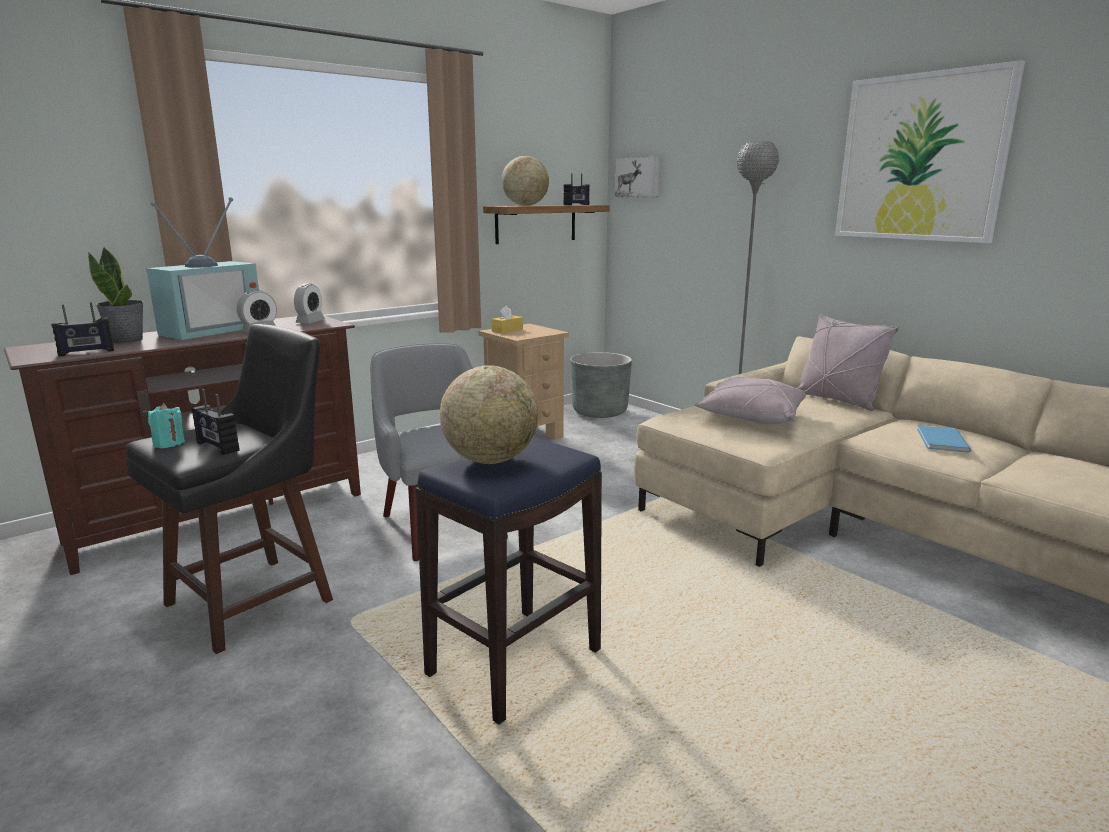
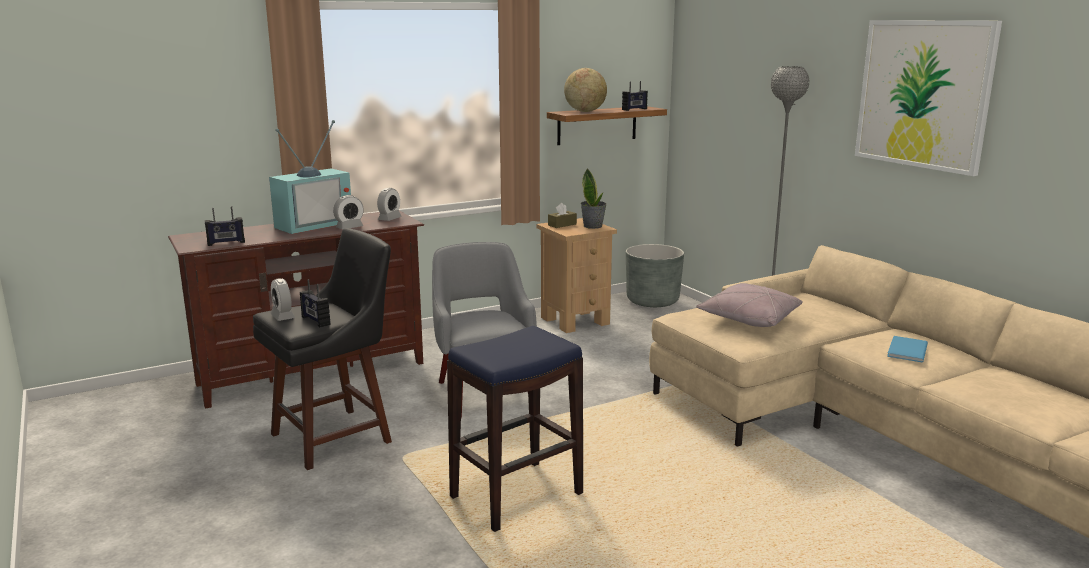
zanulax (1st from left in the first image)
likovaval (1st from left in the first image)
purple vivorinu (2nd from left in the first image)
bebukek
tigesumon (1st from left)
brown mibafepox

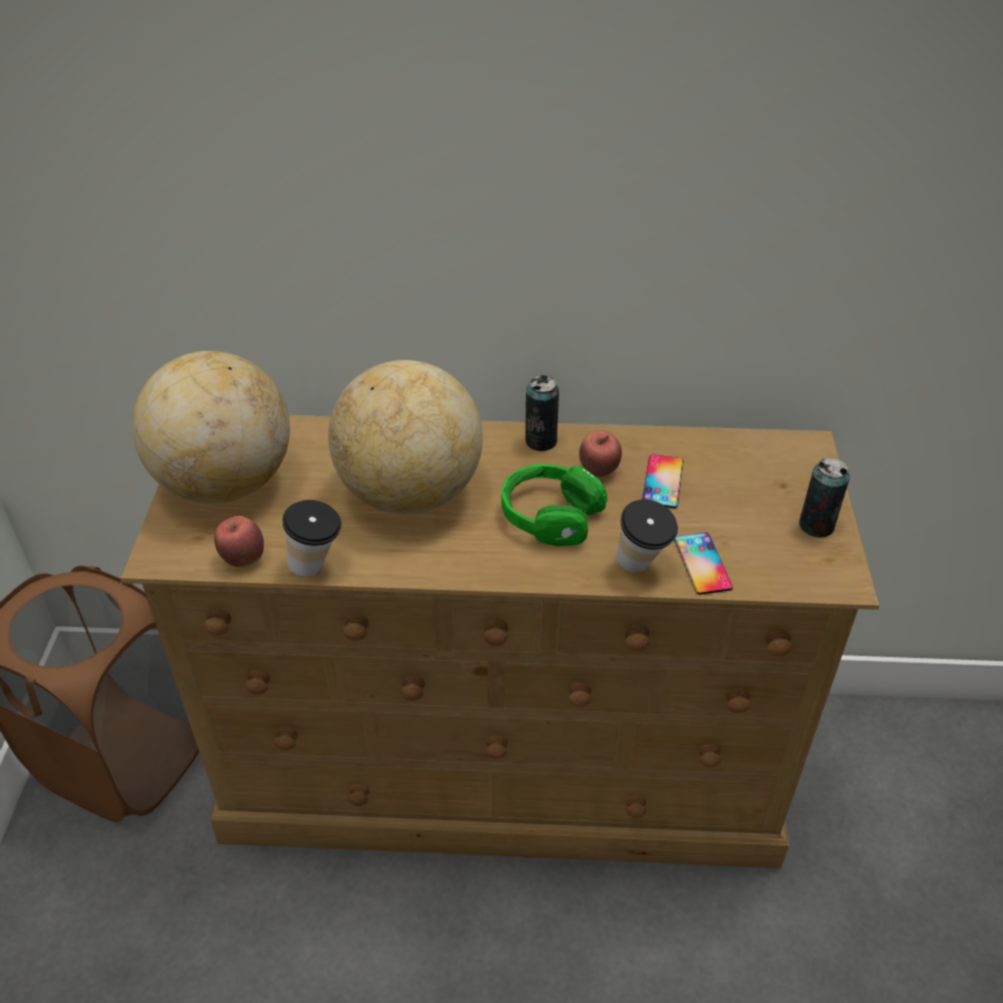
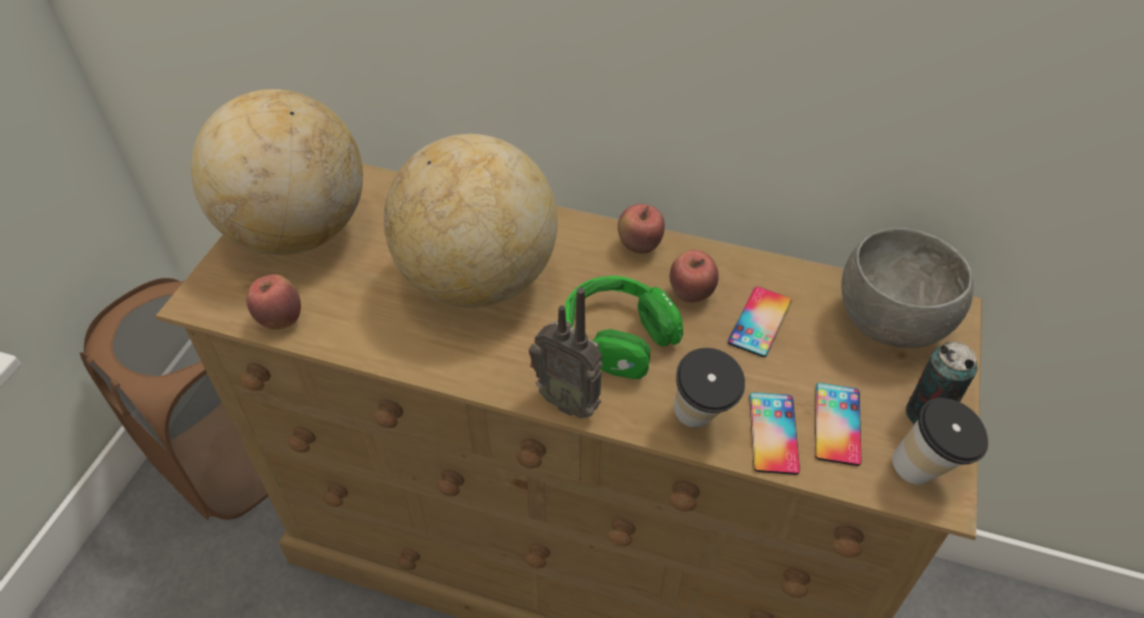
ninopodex
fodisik (3rd from left)
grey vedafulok
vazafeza (2nd from left)
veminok (2nd from left)

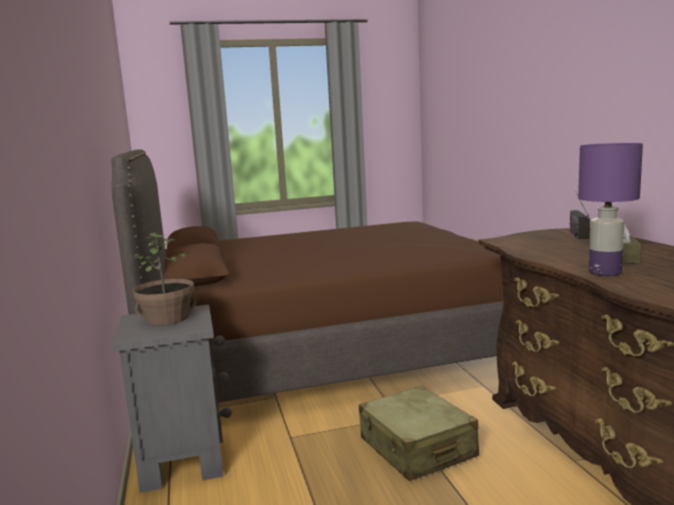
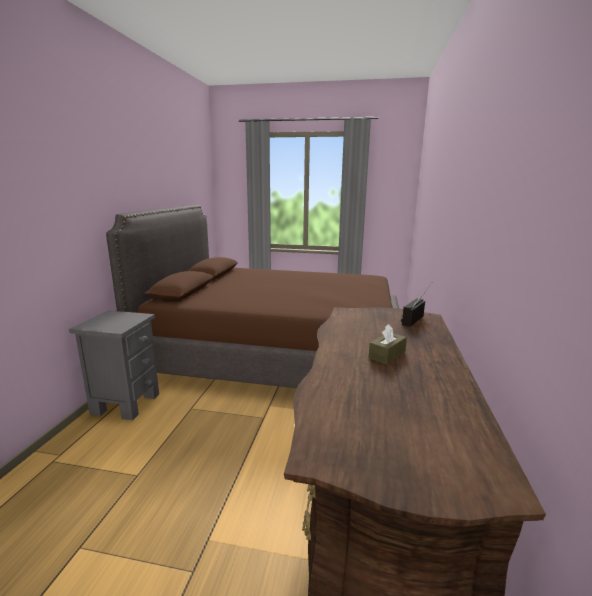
bebukek
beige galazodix
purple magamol

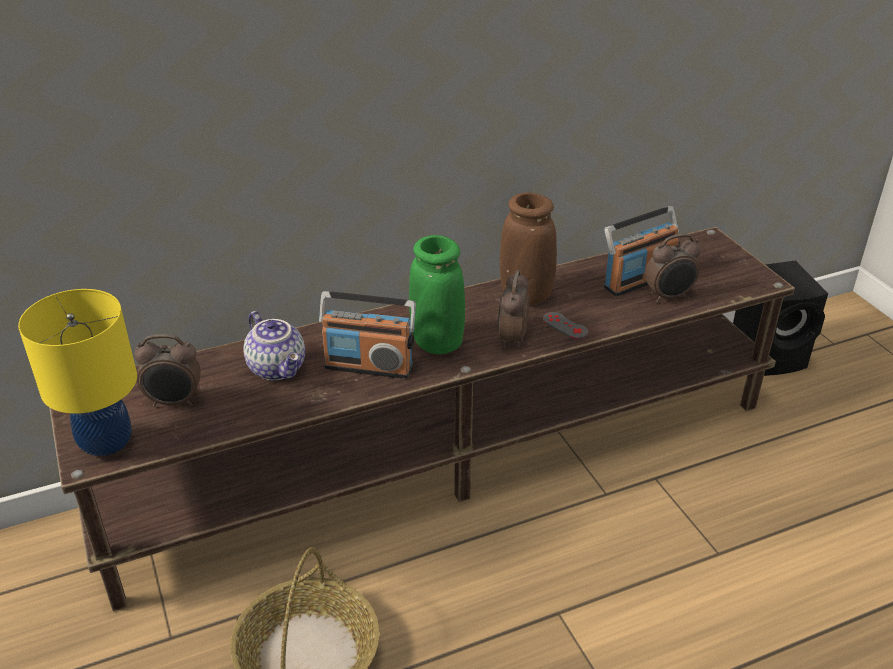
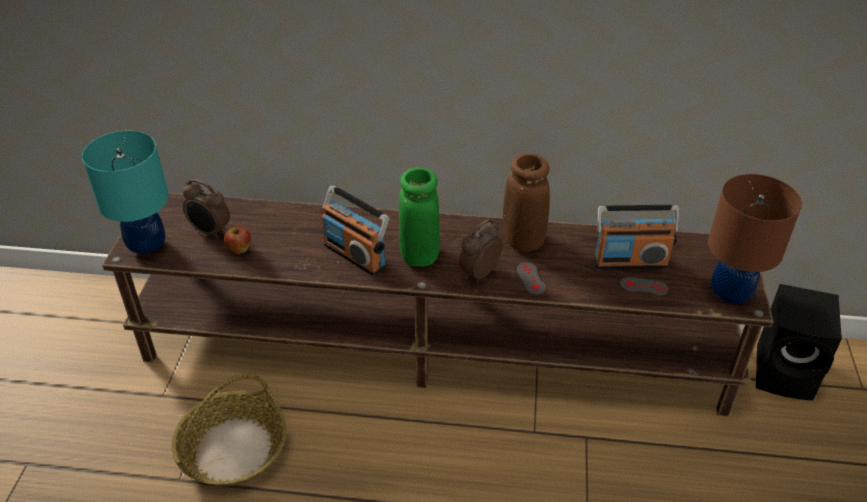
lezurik
veminok
brown magamol
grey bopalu (2nd from left)
turquoise magamol

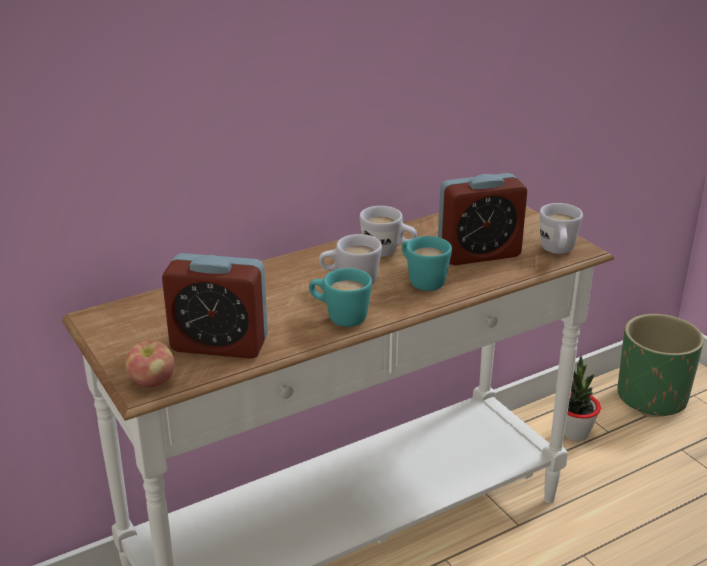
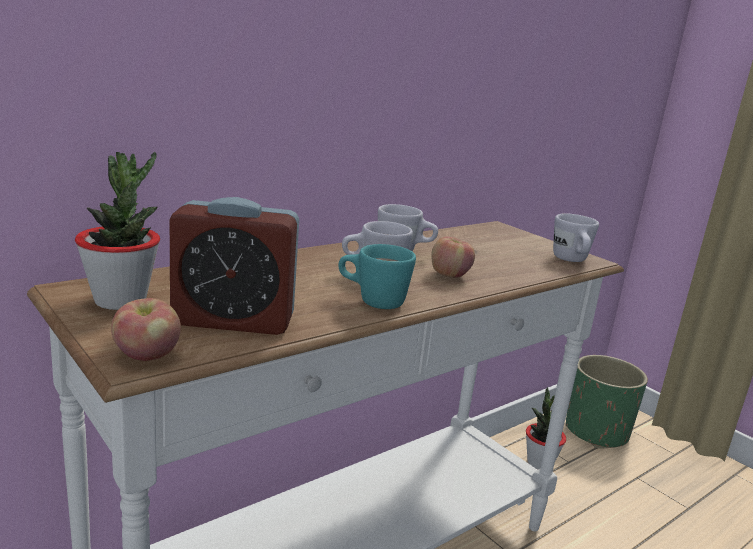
tigesumon (2nd from left in the first image)
bebukek (1st from left)
veminok (2nd from left)

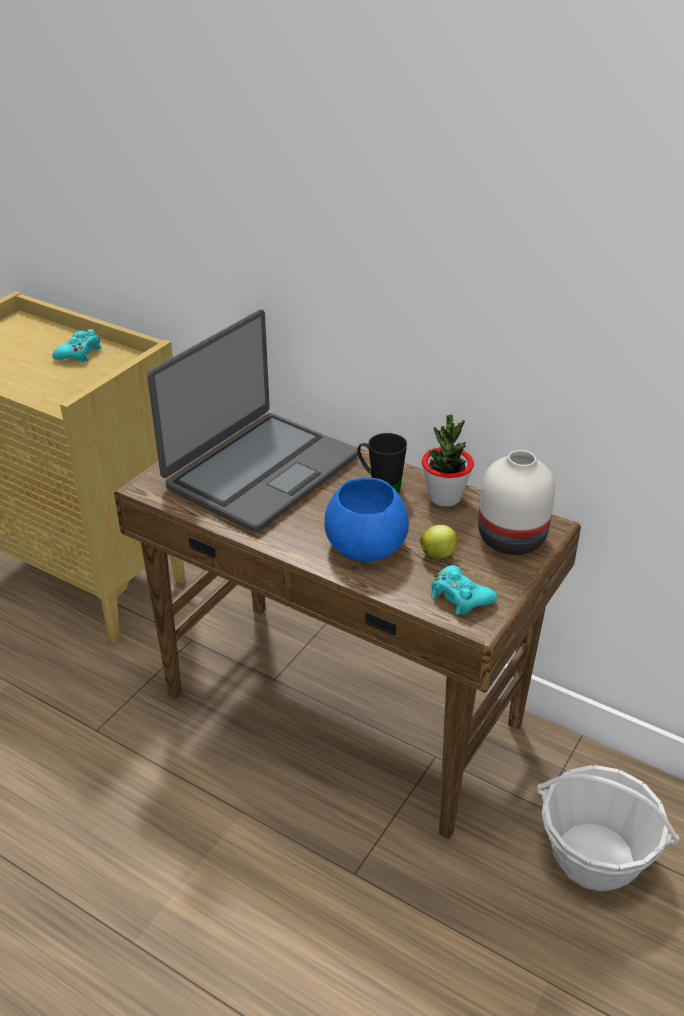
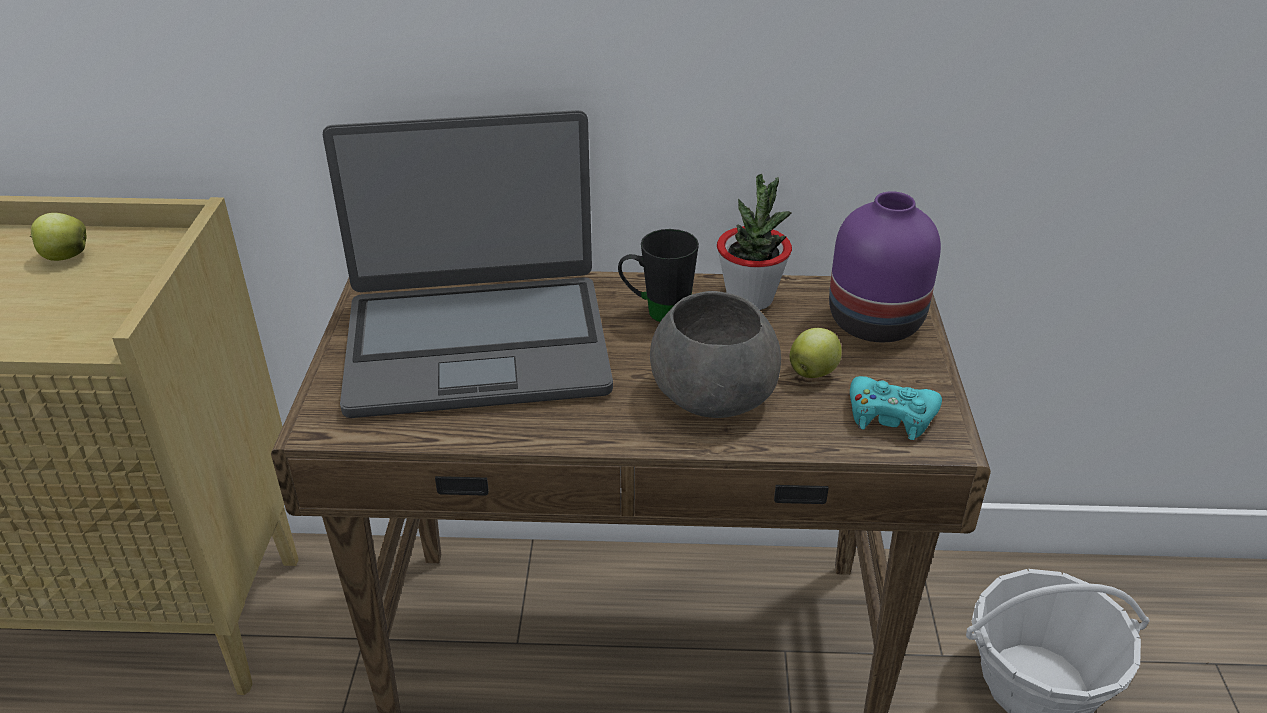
veminok (1st from left)
grey vedafulok
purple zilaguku
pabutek

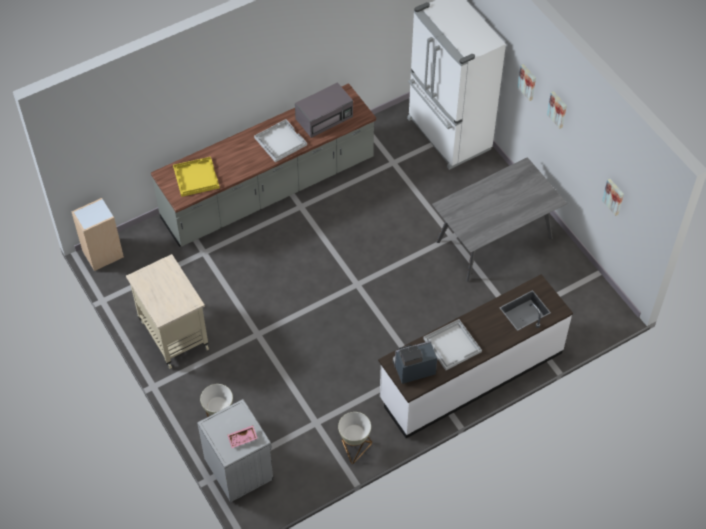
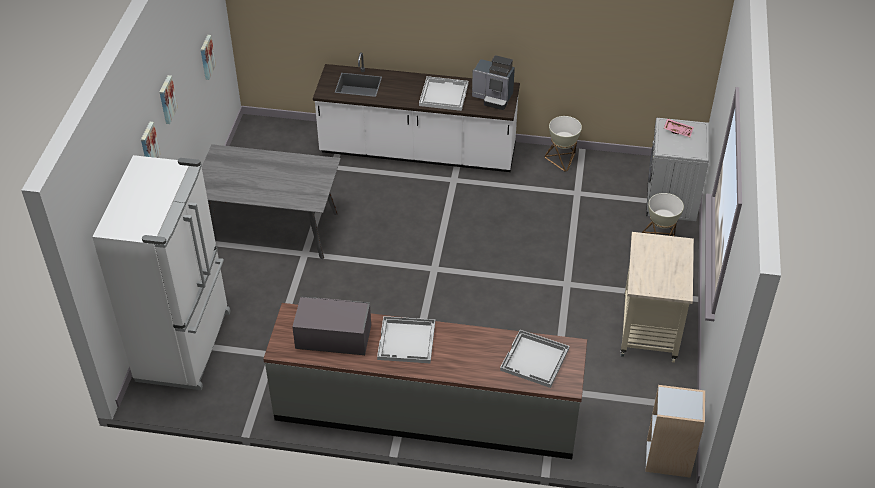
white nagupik (3rd from left)

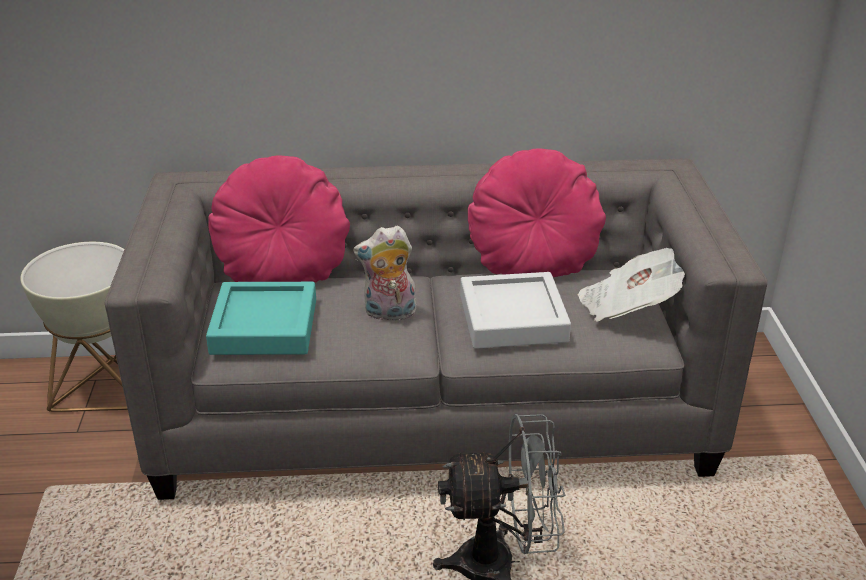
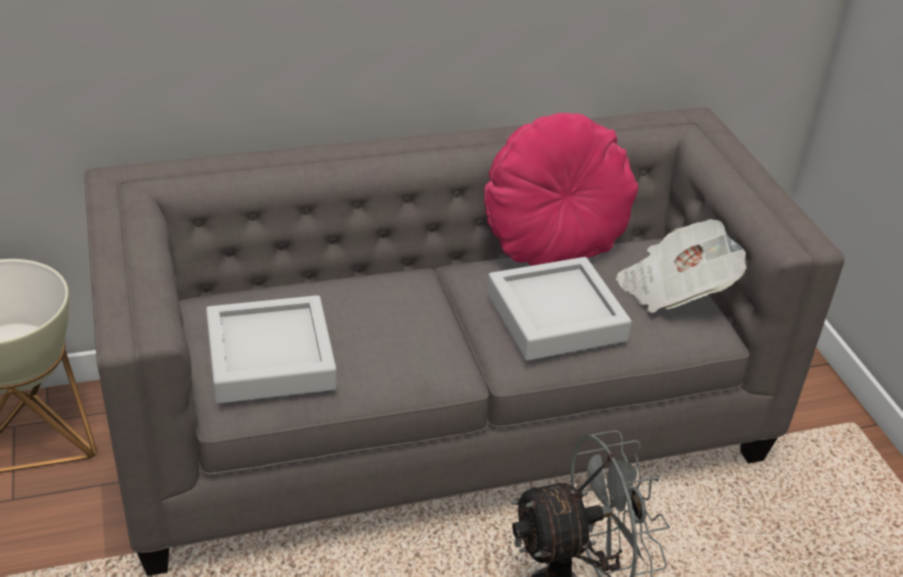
pink vivorinu (1st from left in the first image)
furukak
grey nagupik (1st from left)

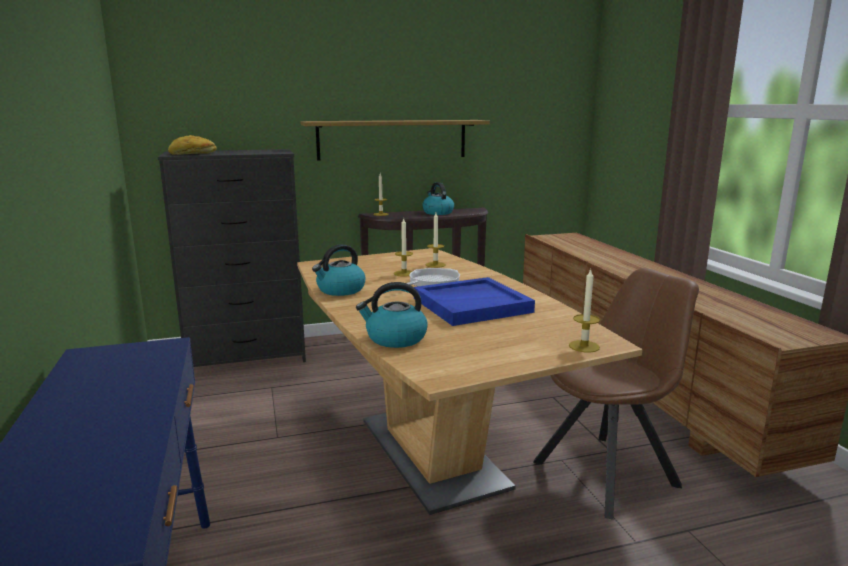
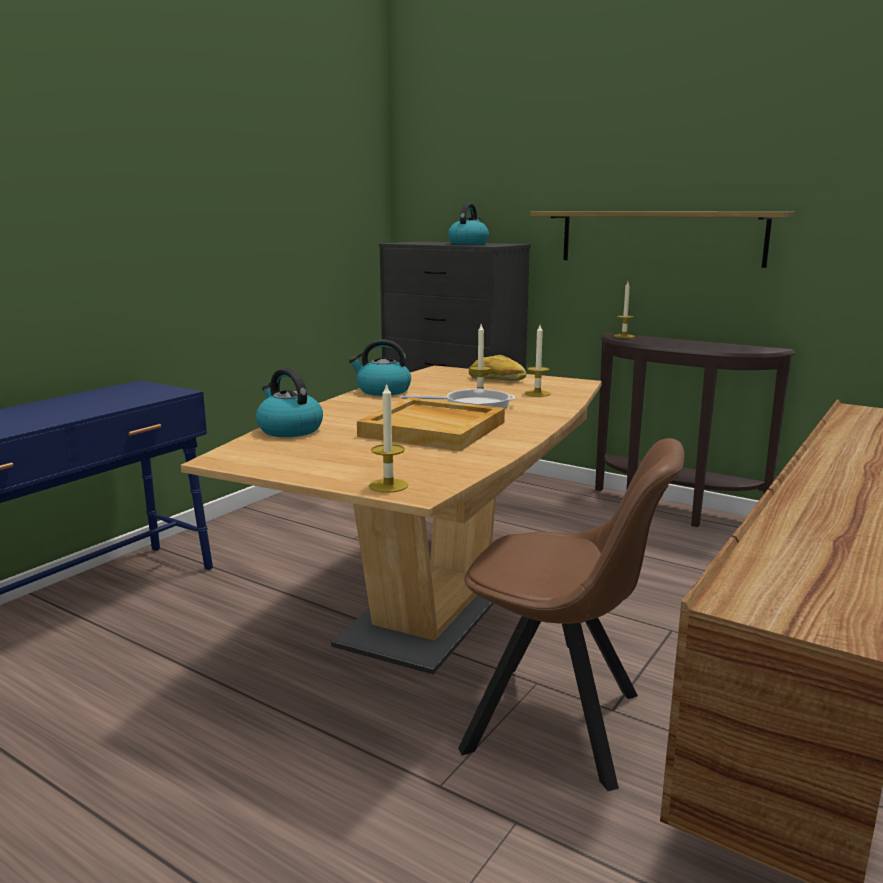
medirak
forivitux (3rd from left)
beige nagupik

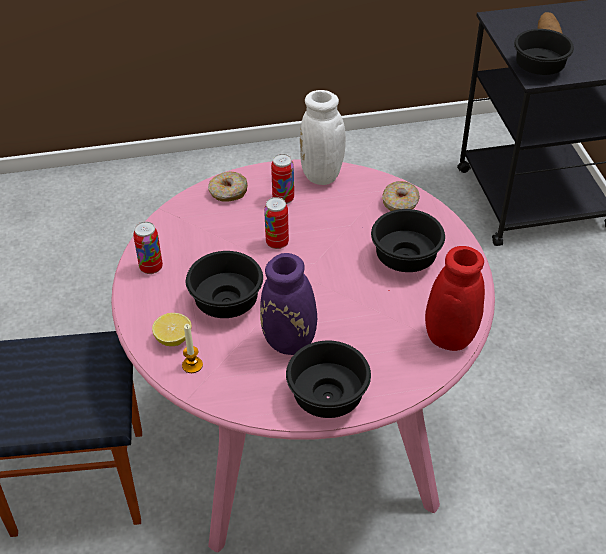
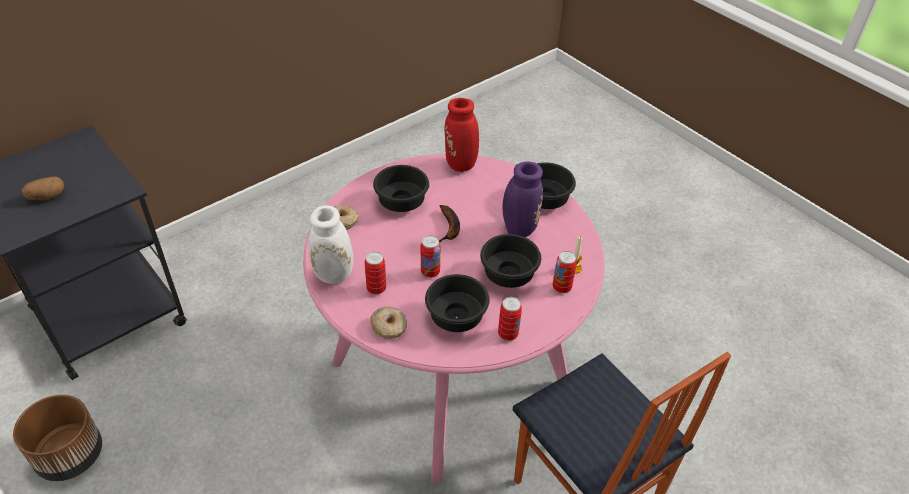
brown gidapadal
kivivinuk
black vedafulok (2nd from left)
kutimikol (4th from left)

